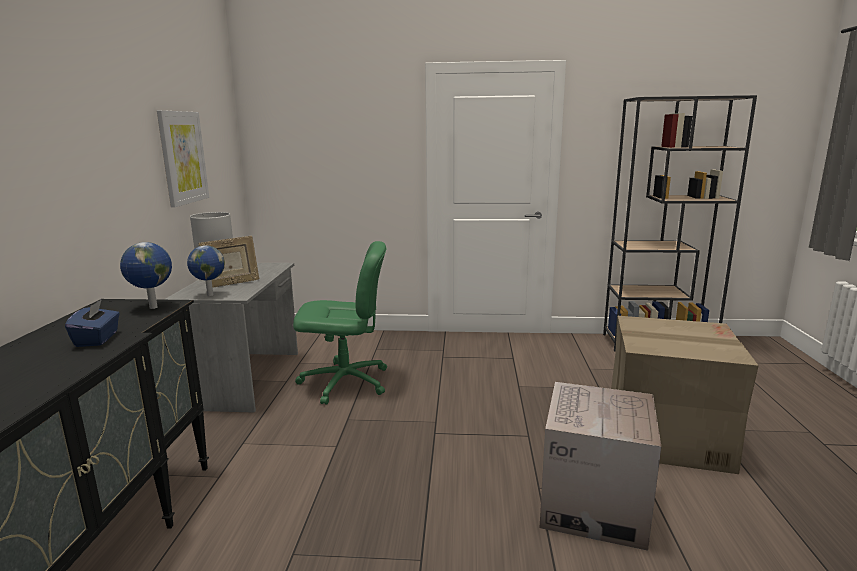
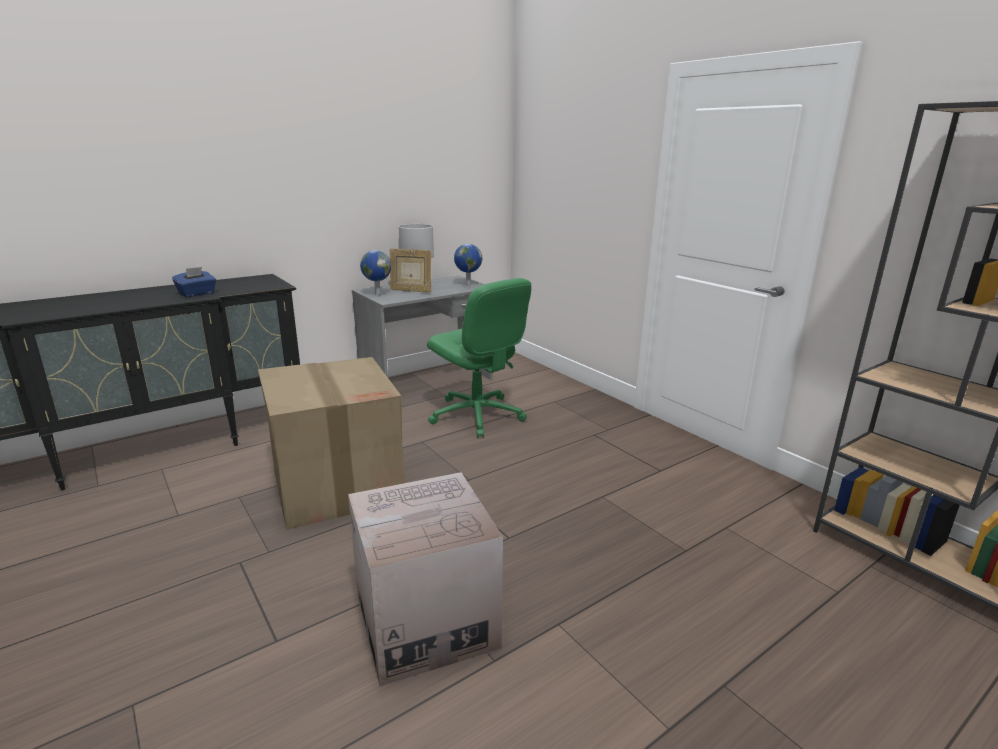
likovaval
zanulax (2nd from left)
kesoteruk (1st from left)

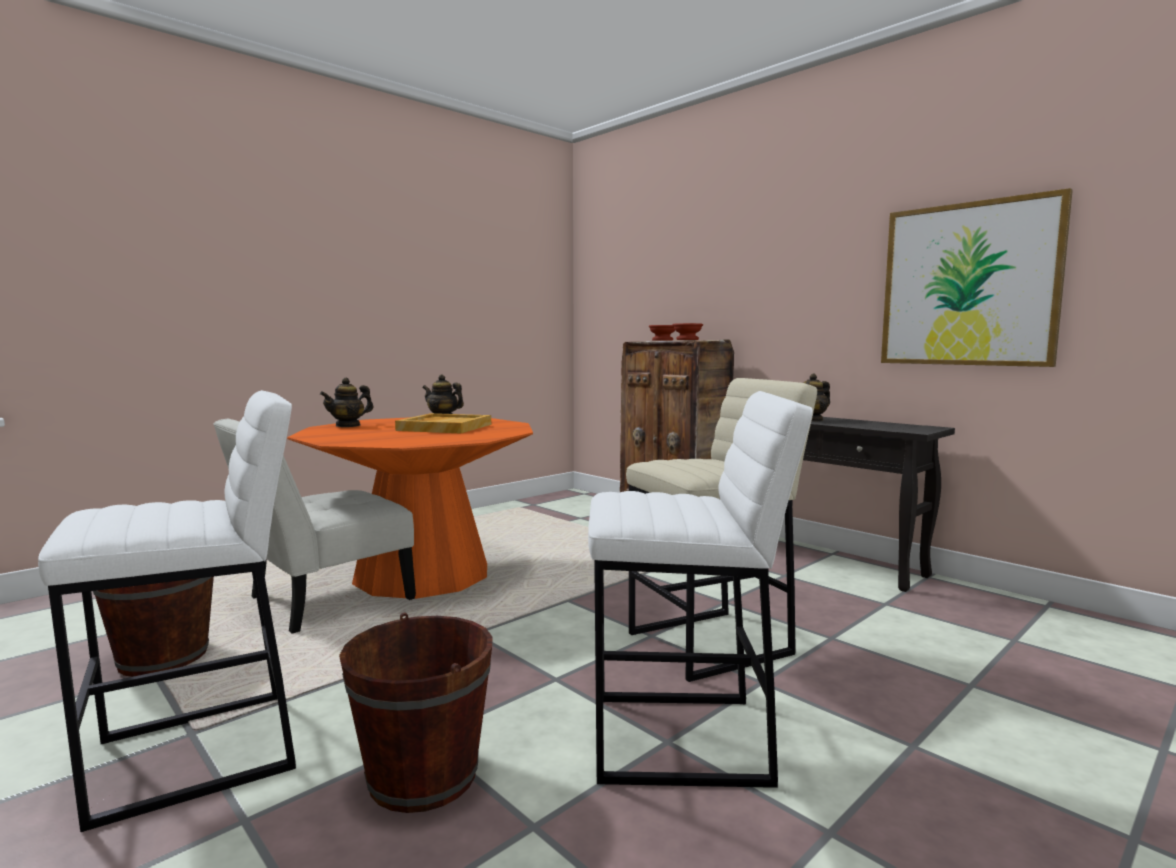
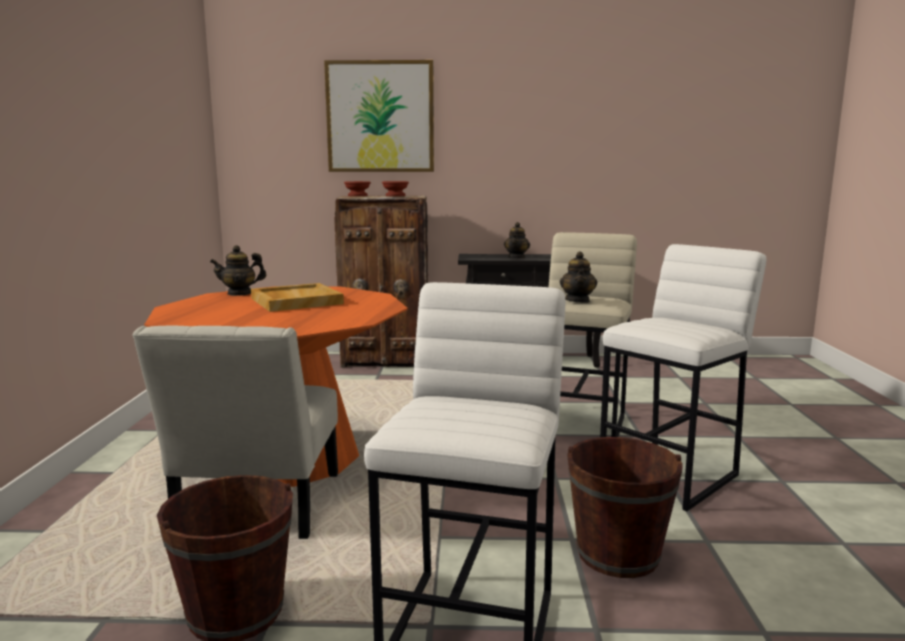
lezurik (3rd from left)
likovaval

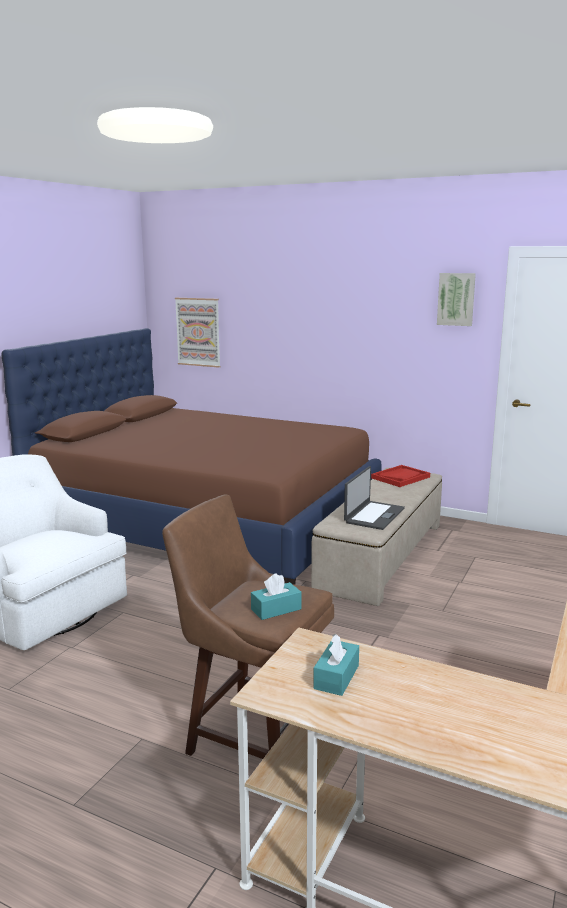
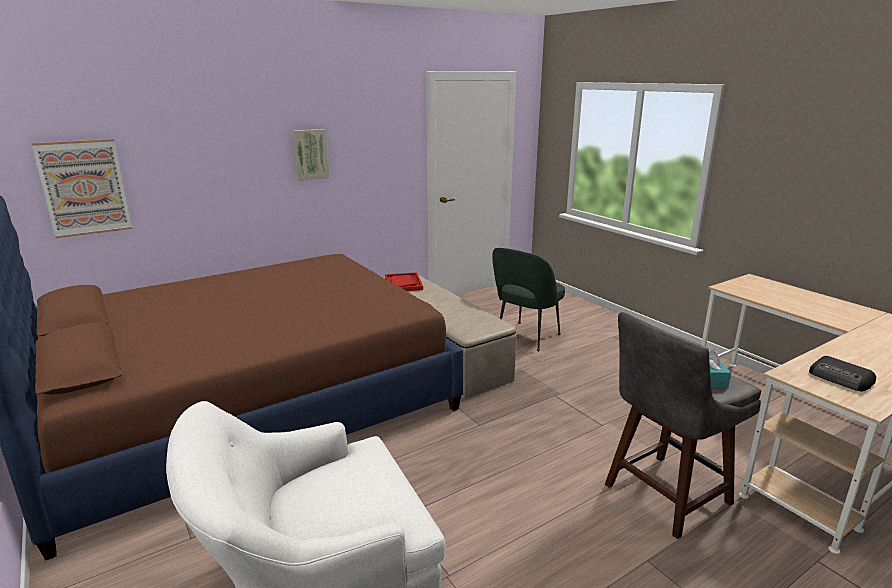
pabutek
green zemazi
likovaval (2nd from left)
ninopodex
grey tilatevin

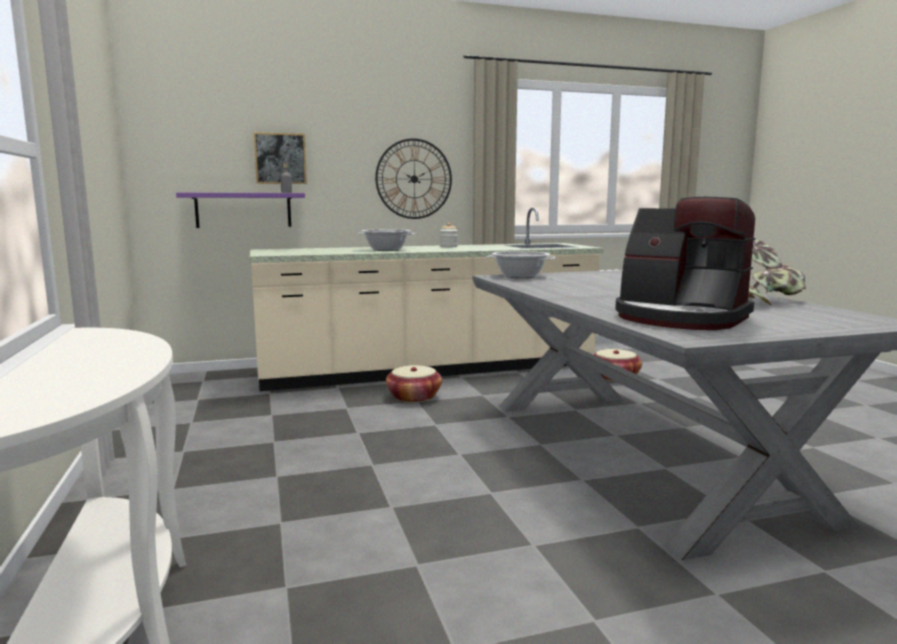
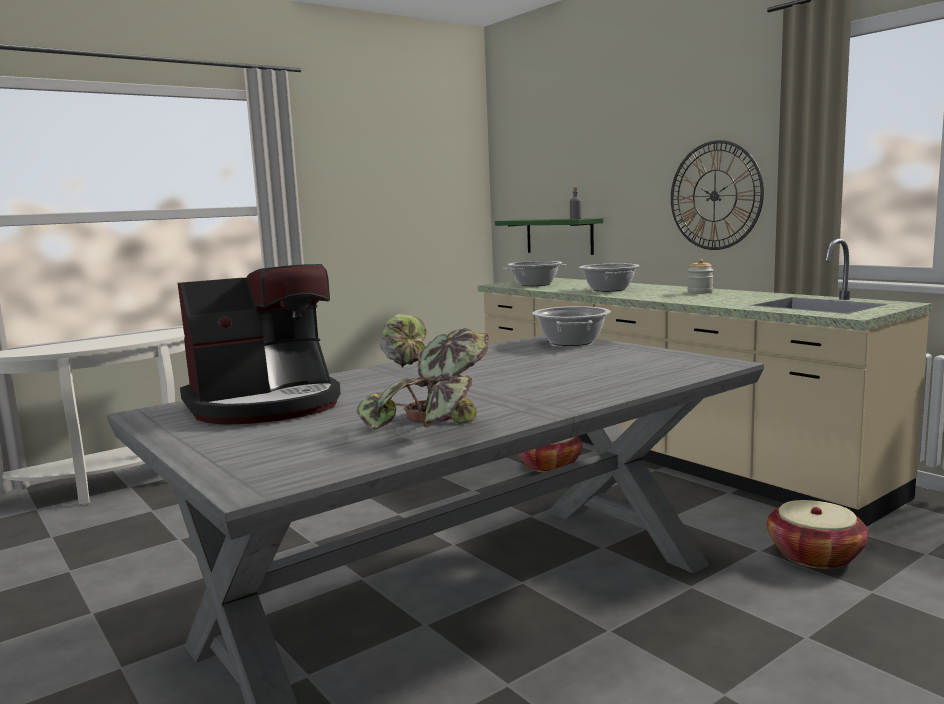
likovaval
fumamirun (1st from left)
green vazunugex
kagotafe

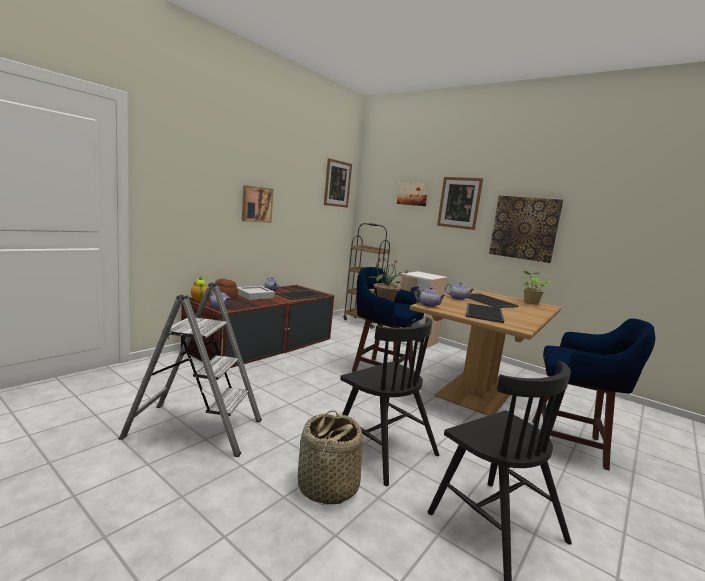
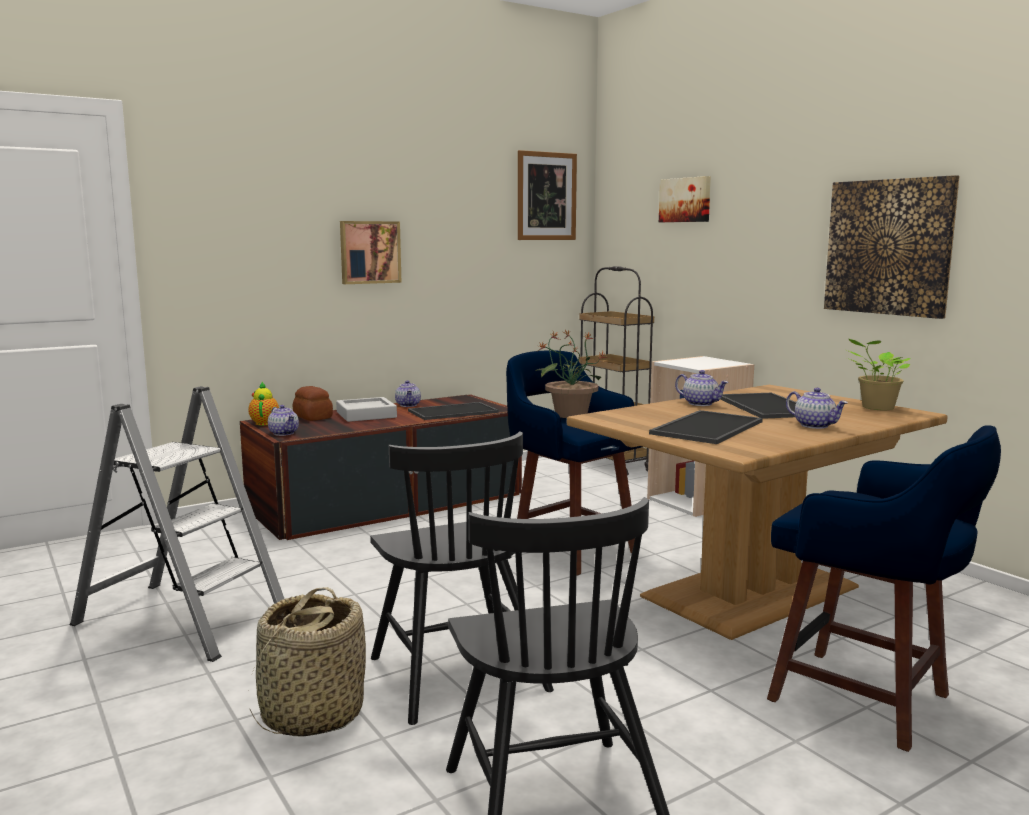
likovaval (4th from left in the first image)
lezurik (5th from left)

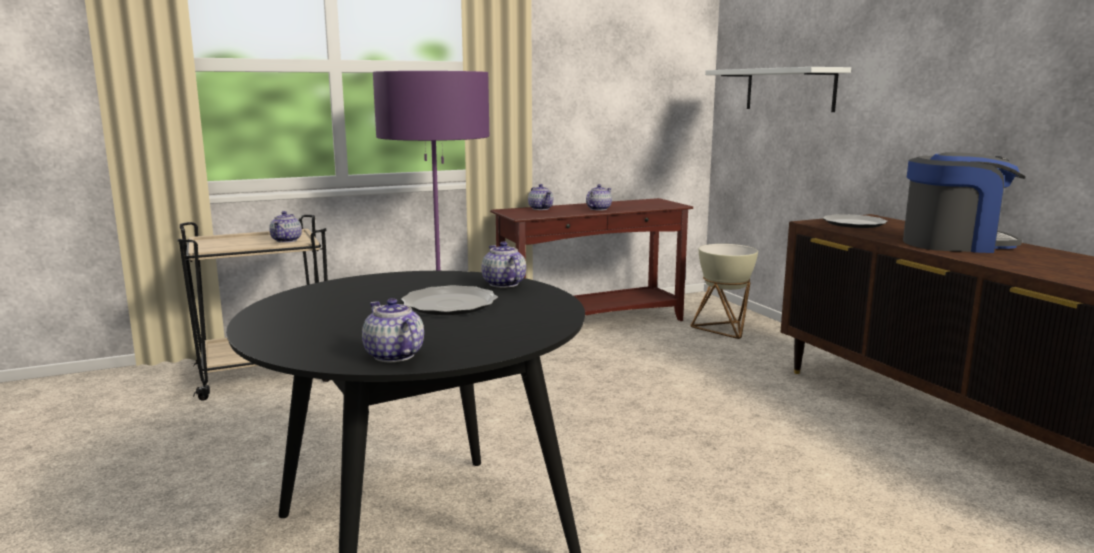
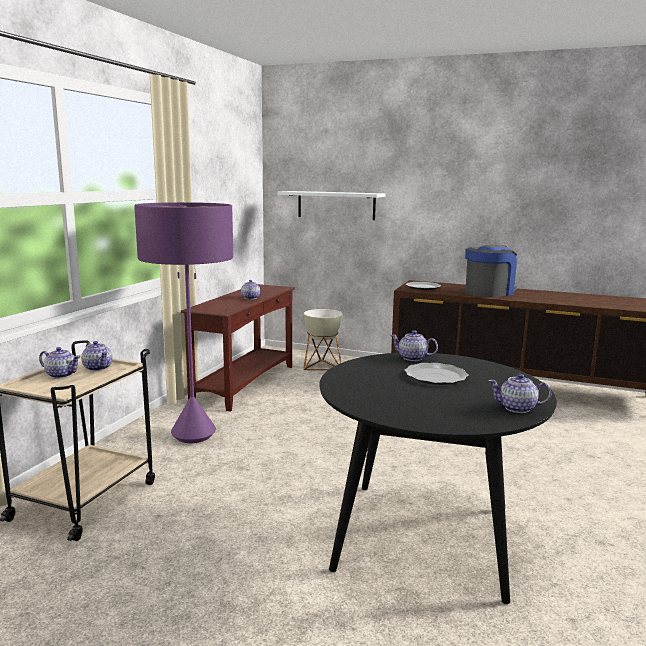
lezurik (1st from left)

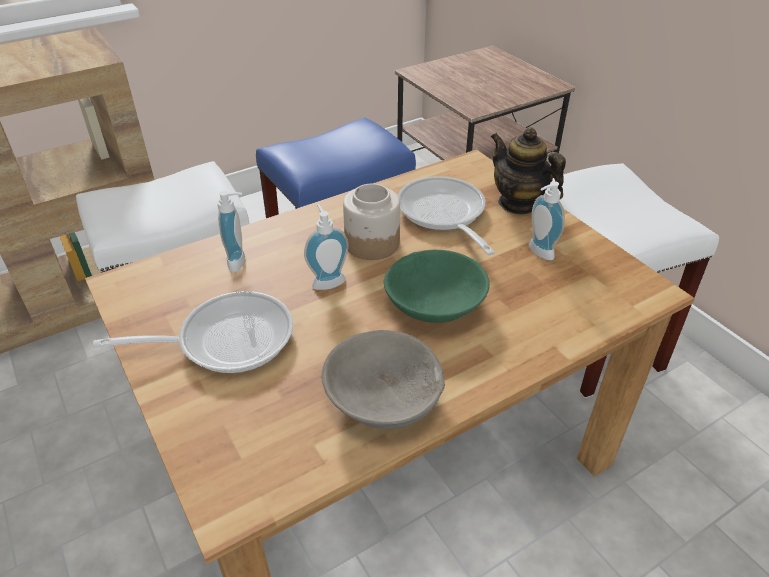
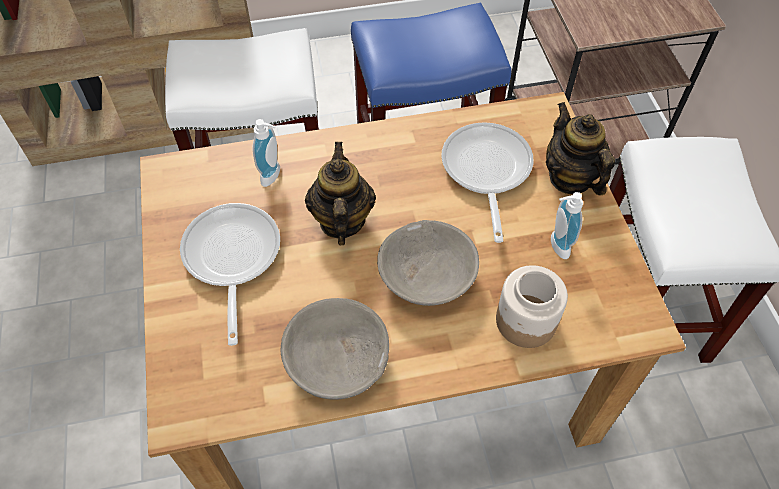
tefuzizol
lezurik (1st from left)
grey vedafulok (2nd from left)
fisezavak (1st from left)

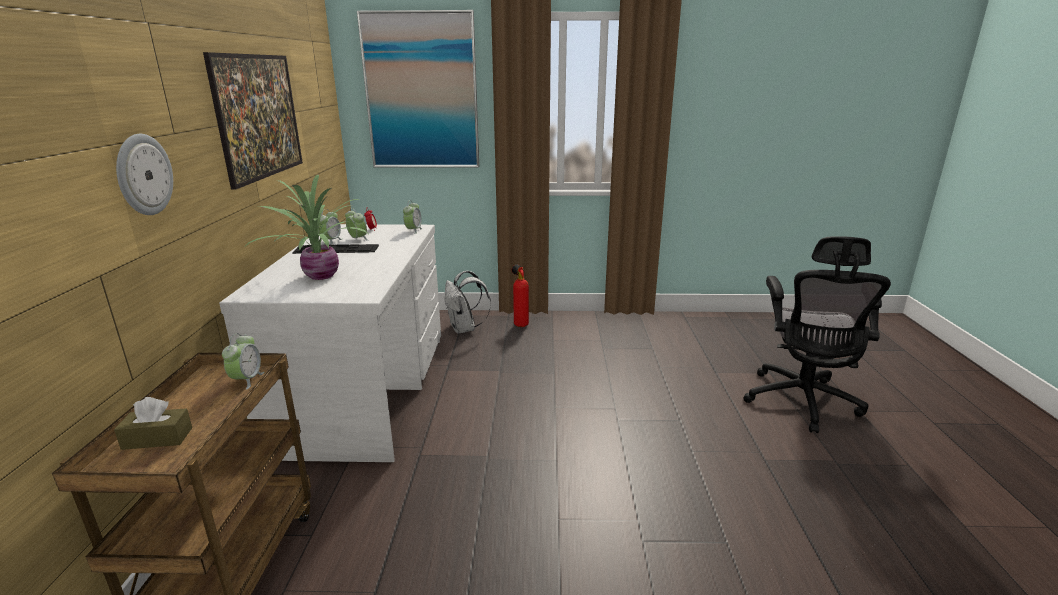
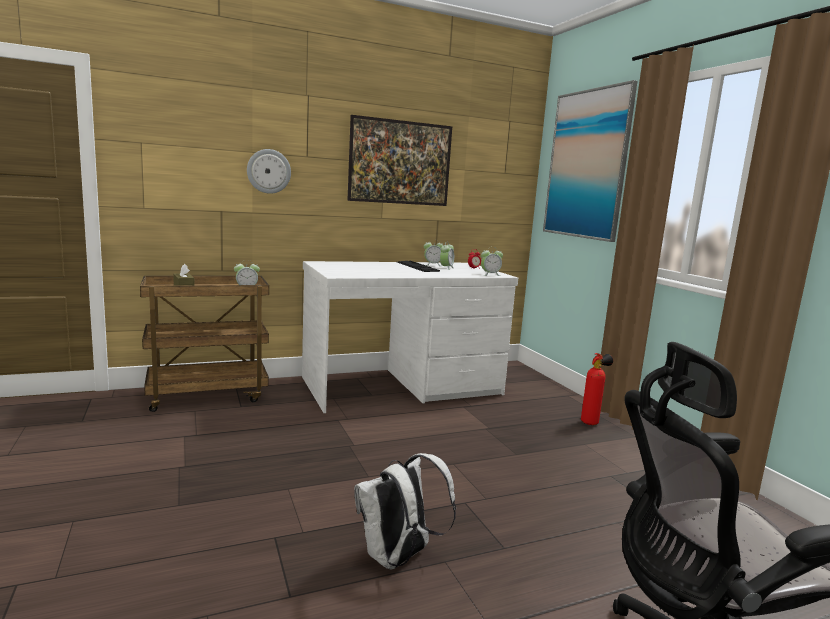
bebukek
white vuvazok

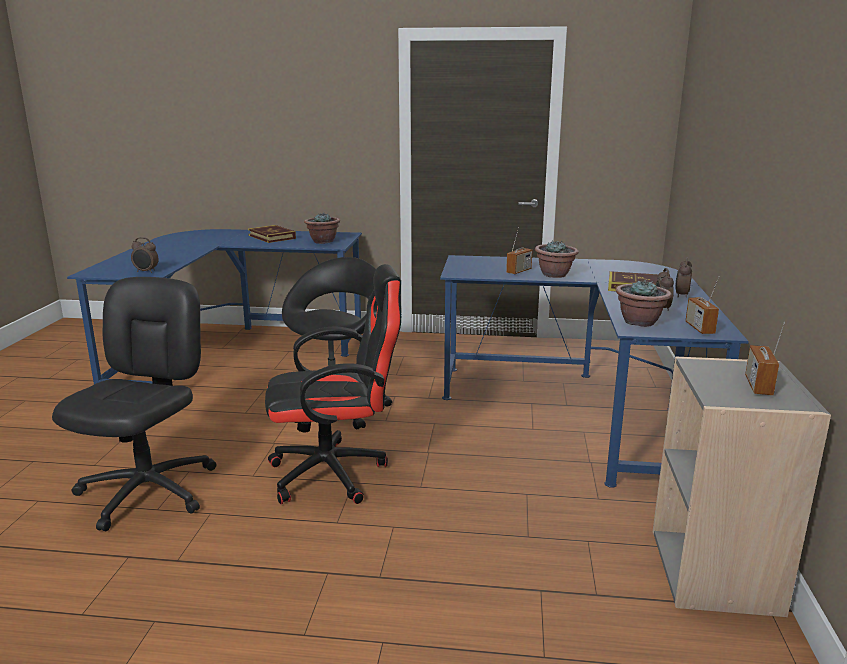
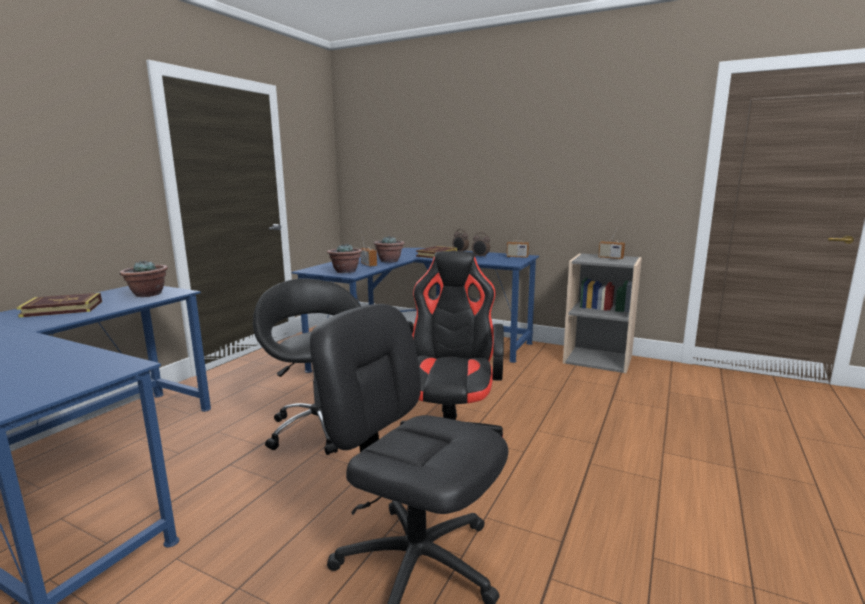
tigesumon (1st from left in the first image)
bebukek (2nd from left)

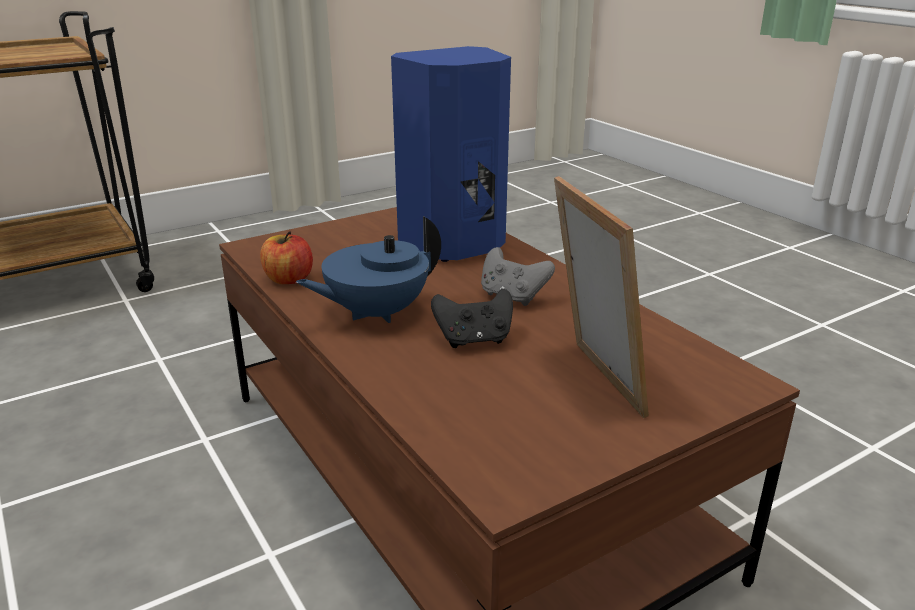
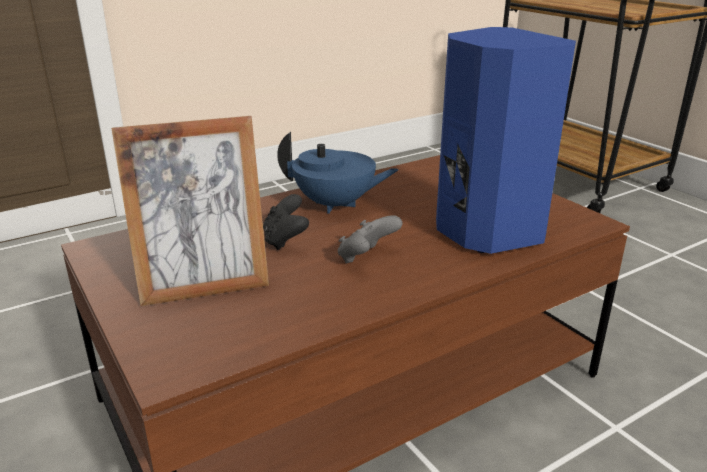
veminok
blue lezurik

